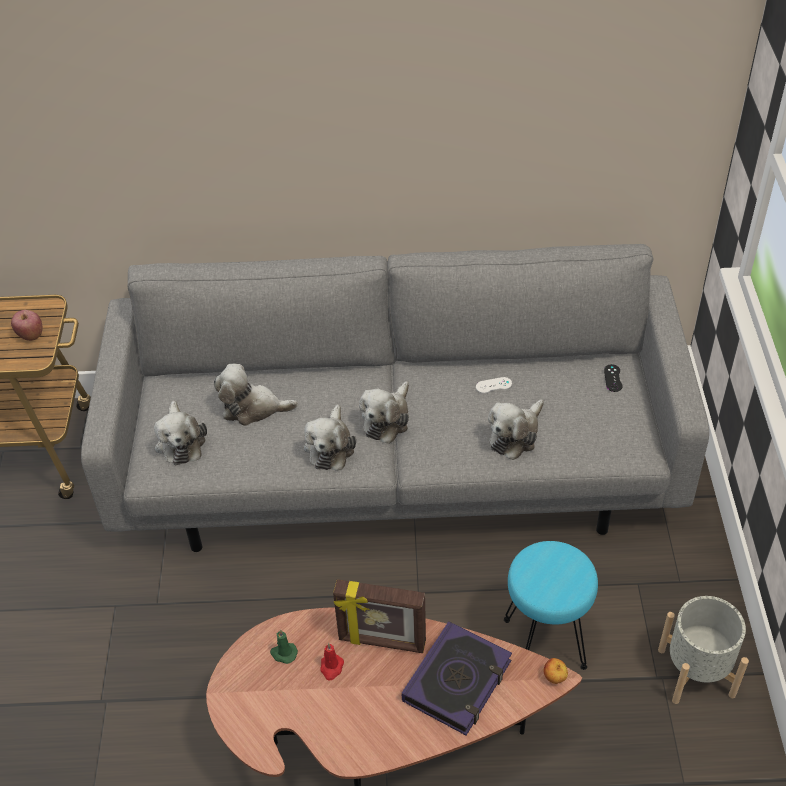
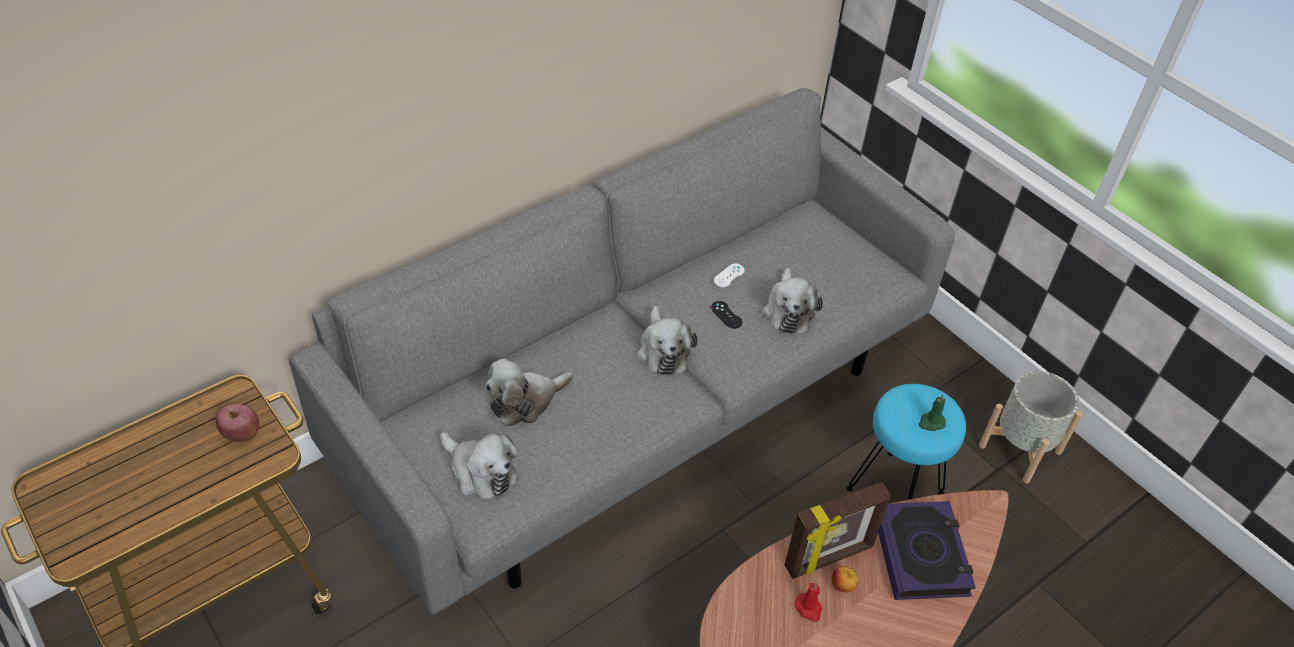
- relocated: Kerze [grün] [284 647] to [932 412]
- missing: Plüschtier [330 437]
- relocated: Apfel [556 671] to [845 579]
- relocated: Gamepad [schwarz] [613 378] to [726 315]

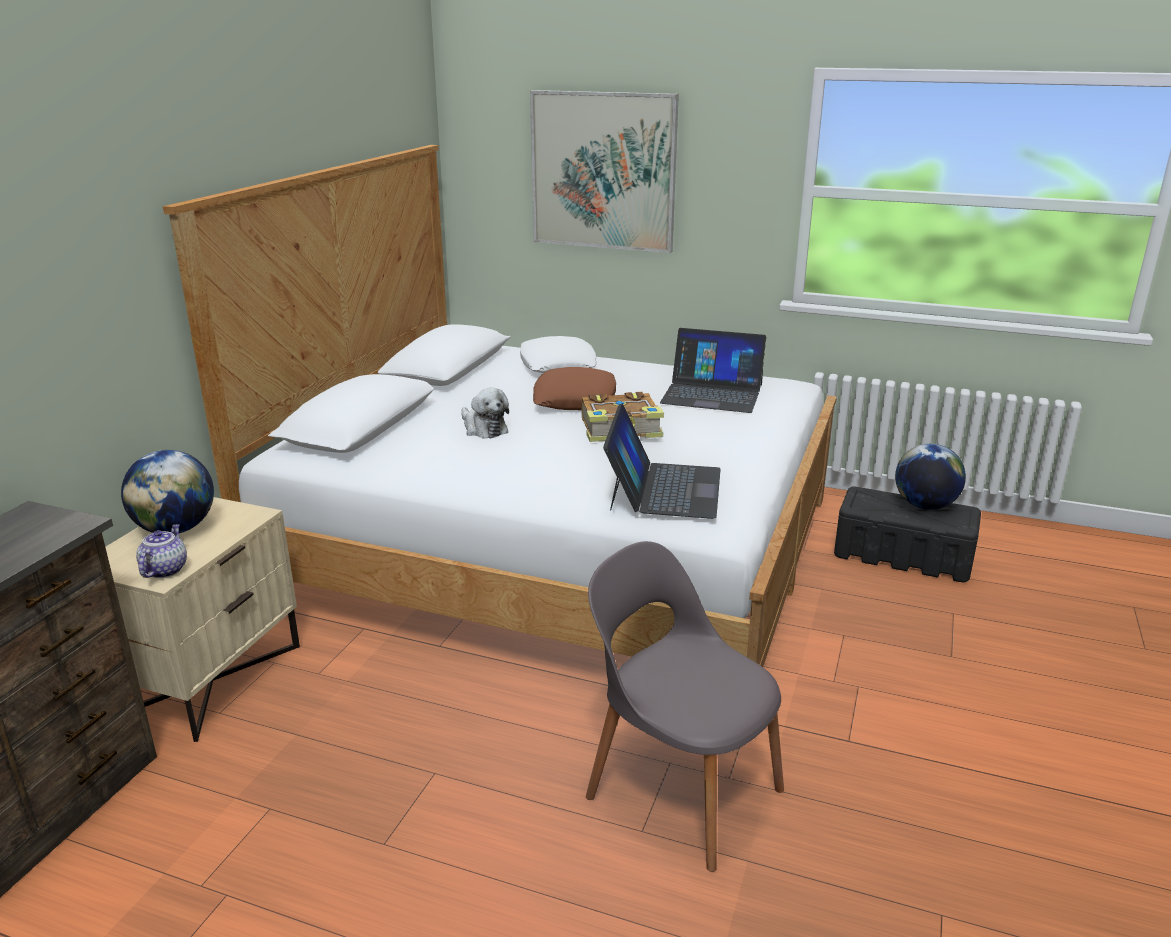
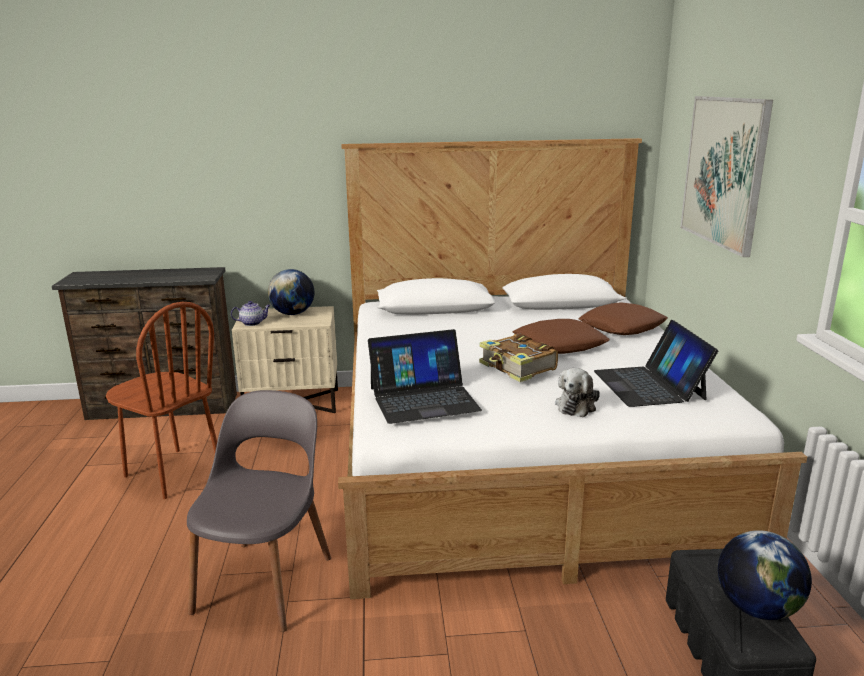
- relocated: Plüschtier [485 413] to [577 392]
- colour: Kissen [weiß] [558 354] to Kissen [braun] [623 318]
- appeared: Stuhl [braun] [161 400]

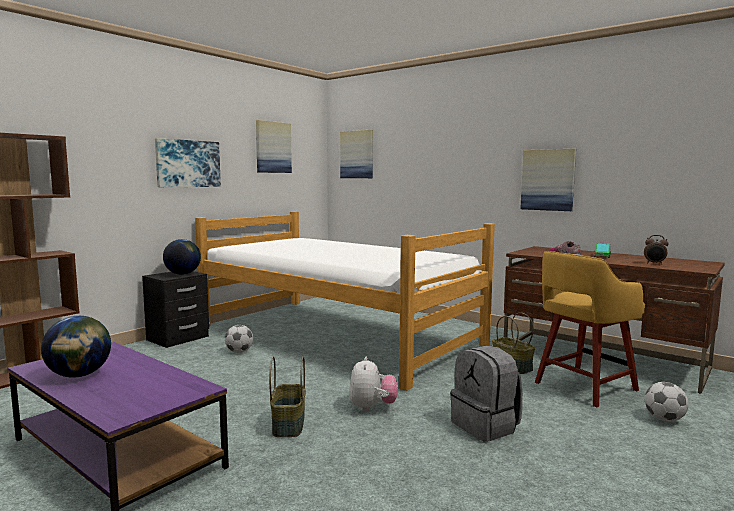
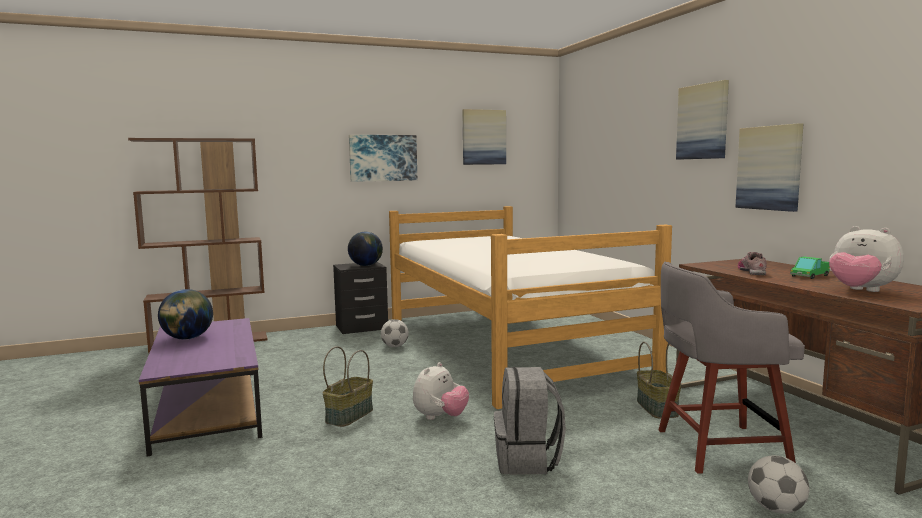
- relocated: Bild [356 154] to [702 120]
- colour: Hocker [gelb] [590 329] to Hocker [grau] [732 368]
- exchanged: Wecker [656 249] to Plüschtier [866 259]

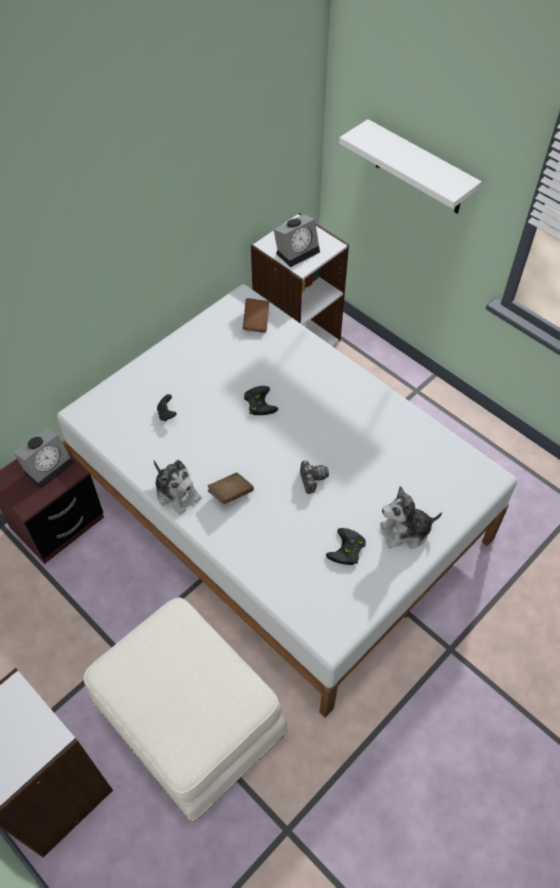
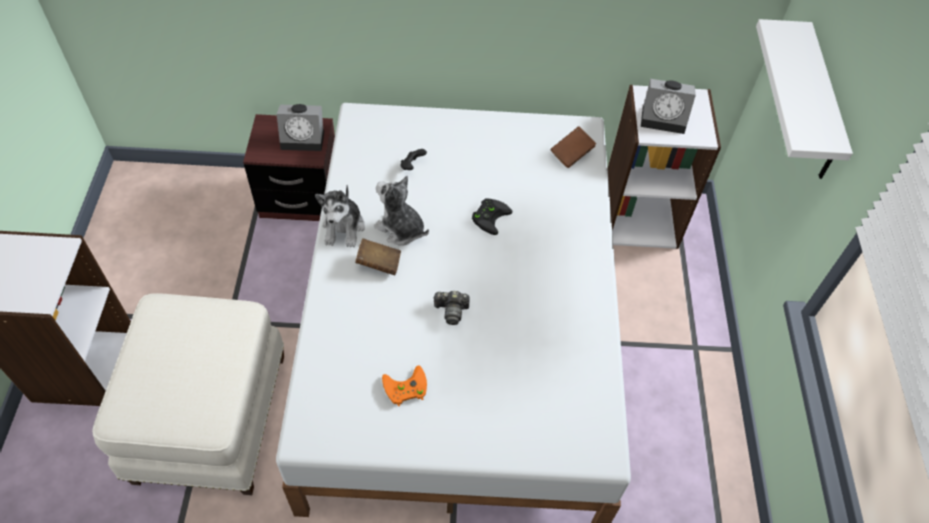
- spun: Kamera [314 477] = [451 308] 60 degrees clockwise
- colour: Gamepad [schwarz] [346 546] to Gamepad [orange] [404 385]
- relocated: Plüschtier [411 517] to [401 210]

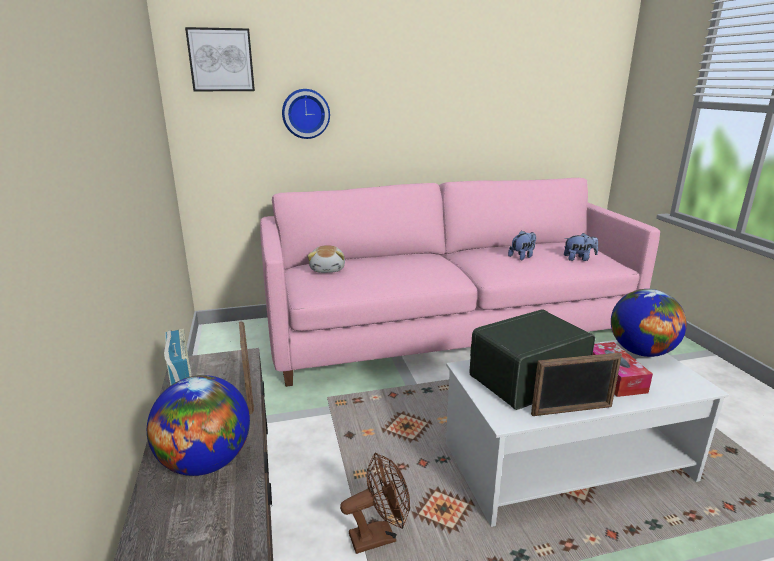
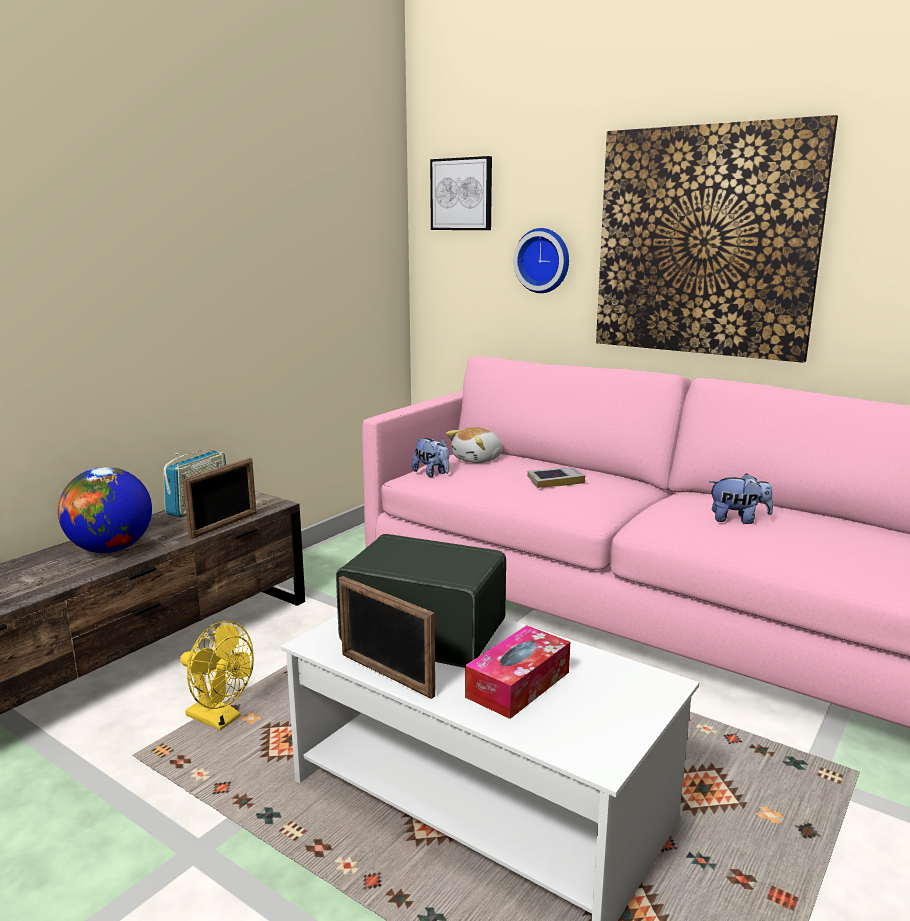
- colour: Ventilator [braun] [375 503] to Ventilator [gelb] [217 675]
- relocated: Plüschtier [581 247] to [430 457]
- missing: Globus [649 323]
- appeared: Buch [556 477]
- appeared: Bild [717 239]

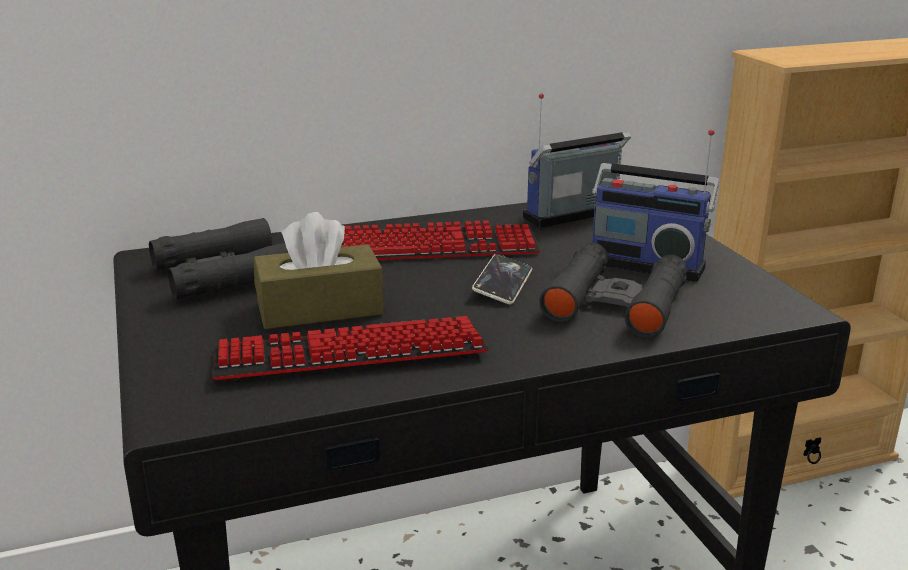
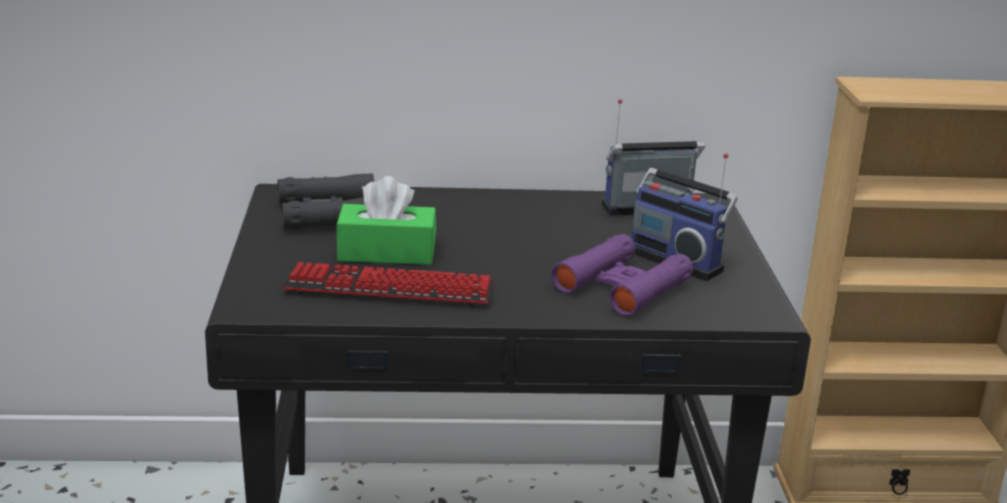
- colour: Taschentuchbox [braun] [319 270] to Taschentuchbox [grün] [386 220]
- missing: Tastatur [440 240]
- missing: Handy [502 279]
- colour: Fernglas [schwarz] [613 290] to Fernglas [lila] [622 275]

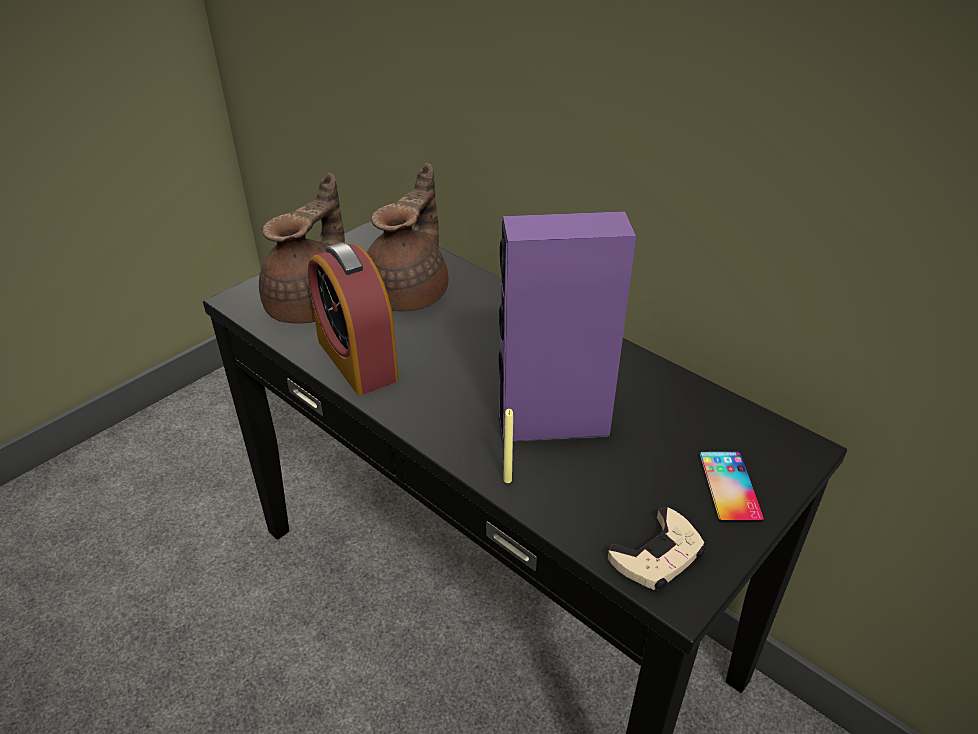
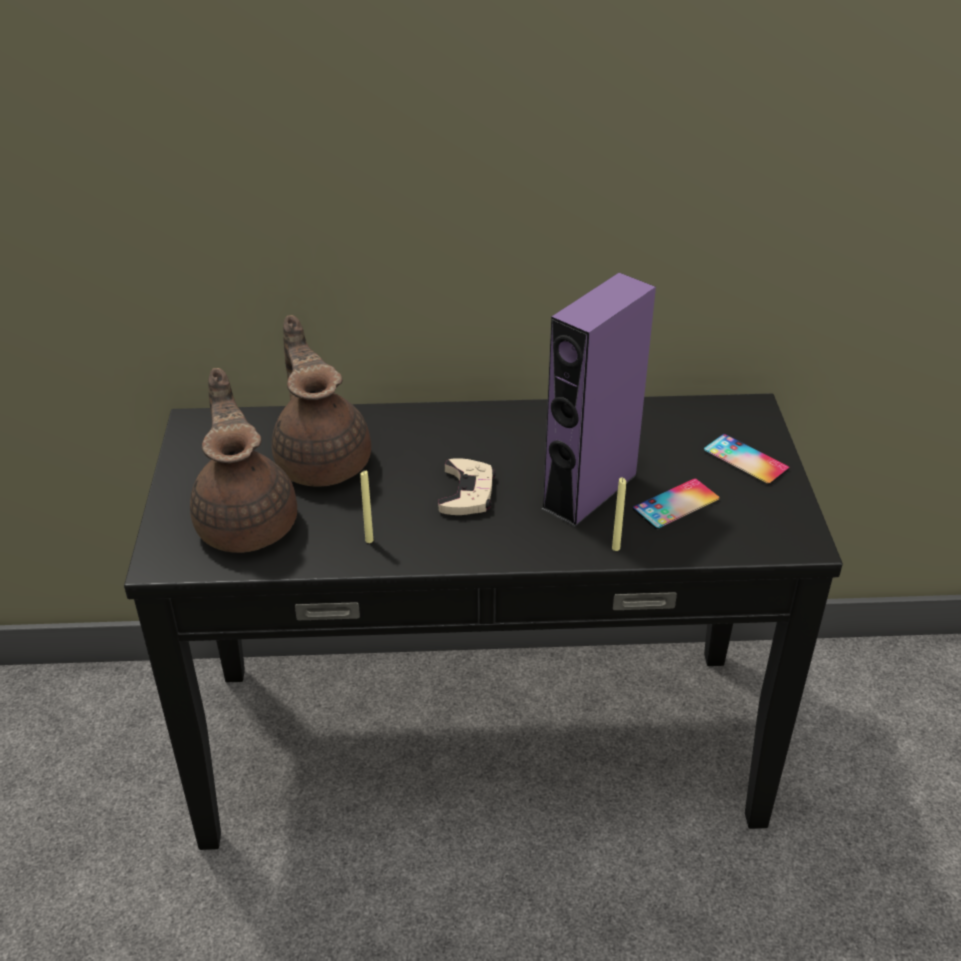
- exchanged: Wecker [353 319] to Kerze [gelb] [367 507]
- relocated: Gamepad [beige] [656 548] to [467 486]
- appeared: Handy [676 503]

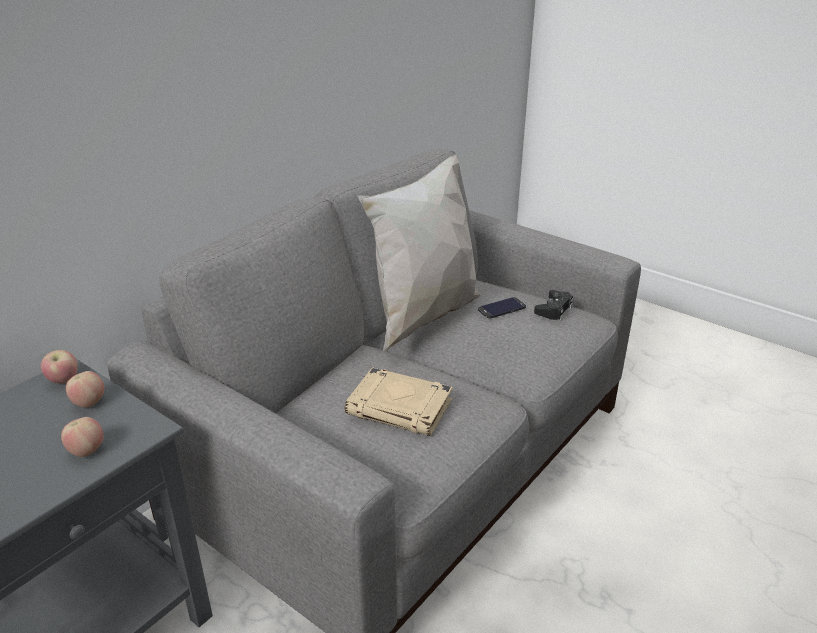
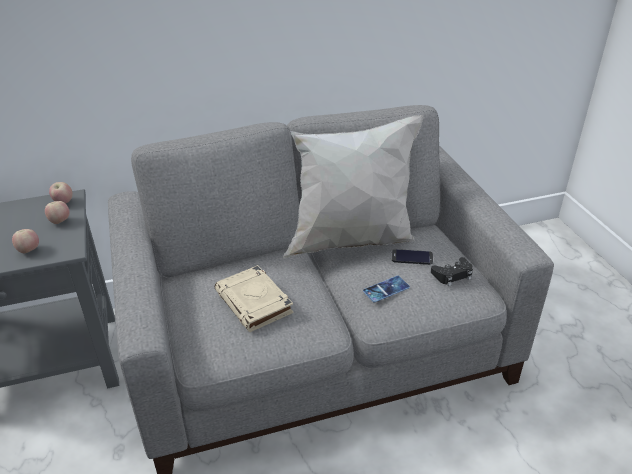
- appeared: Handy [386 289]

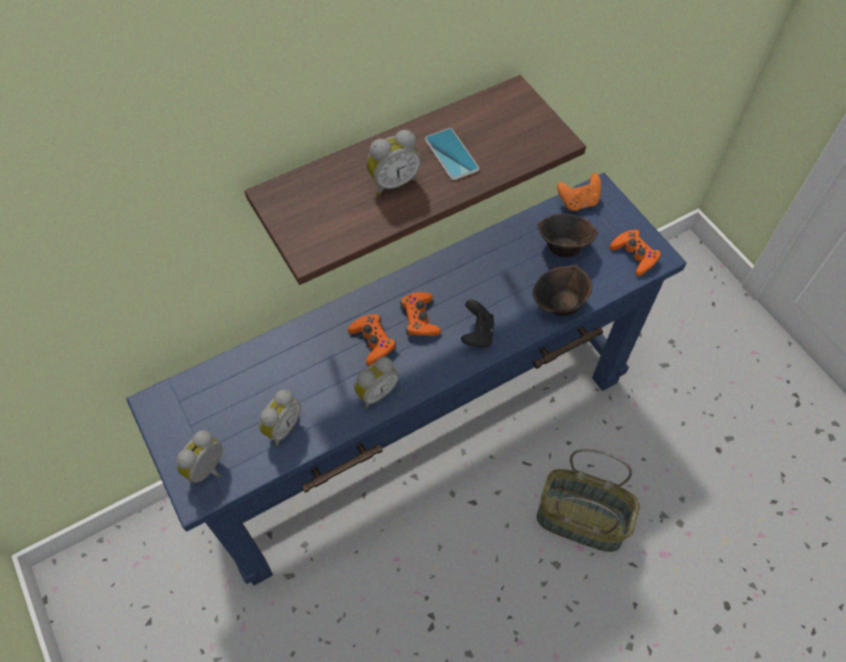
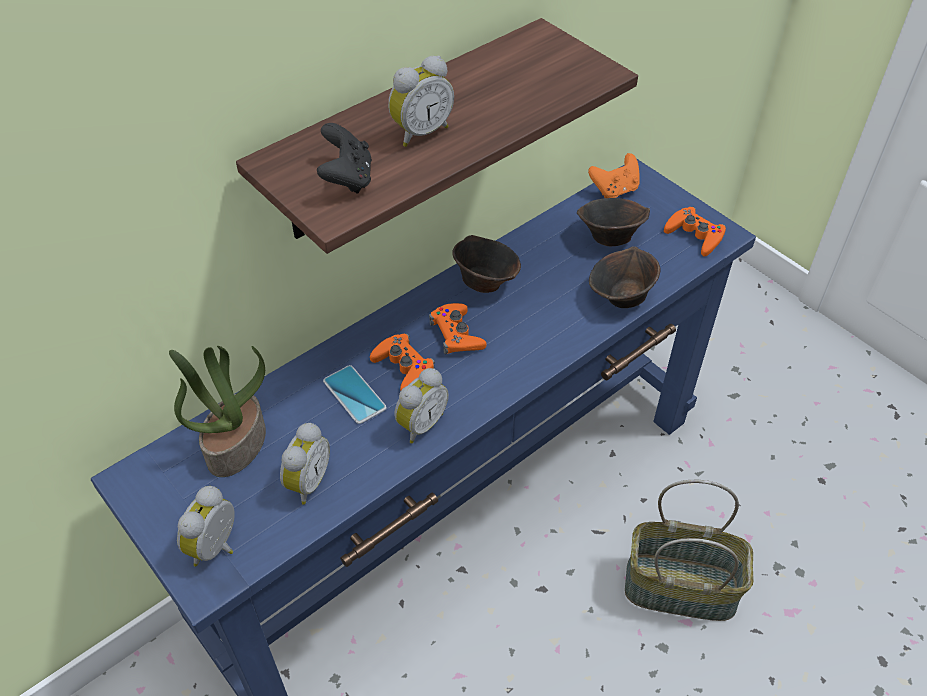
- relocated: Handy [452 154] to [354 394]
- relocated: Gamepad [schwarz] [477 324] to [344 158]
- appeared: Topfpflanze [217 411]
- appeared: Schüssel [braun] [486 264]

